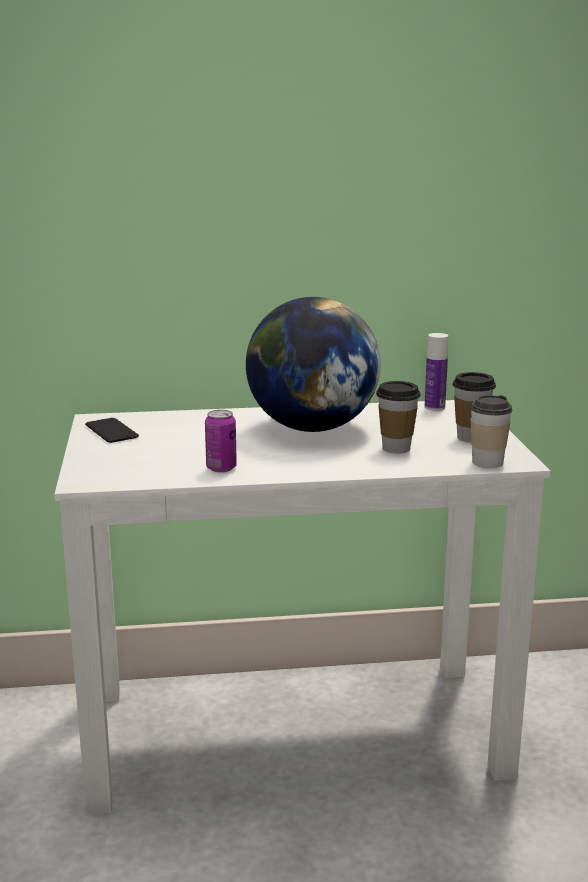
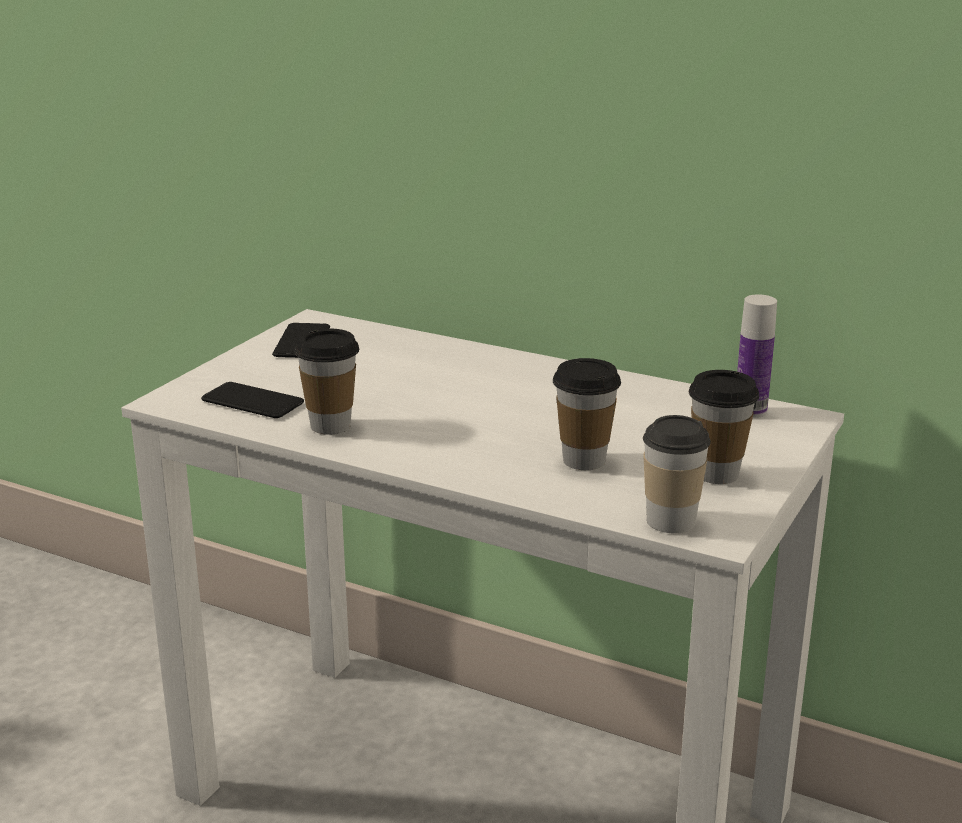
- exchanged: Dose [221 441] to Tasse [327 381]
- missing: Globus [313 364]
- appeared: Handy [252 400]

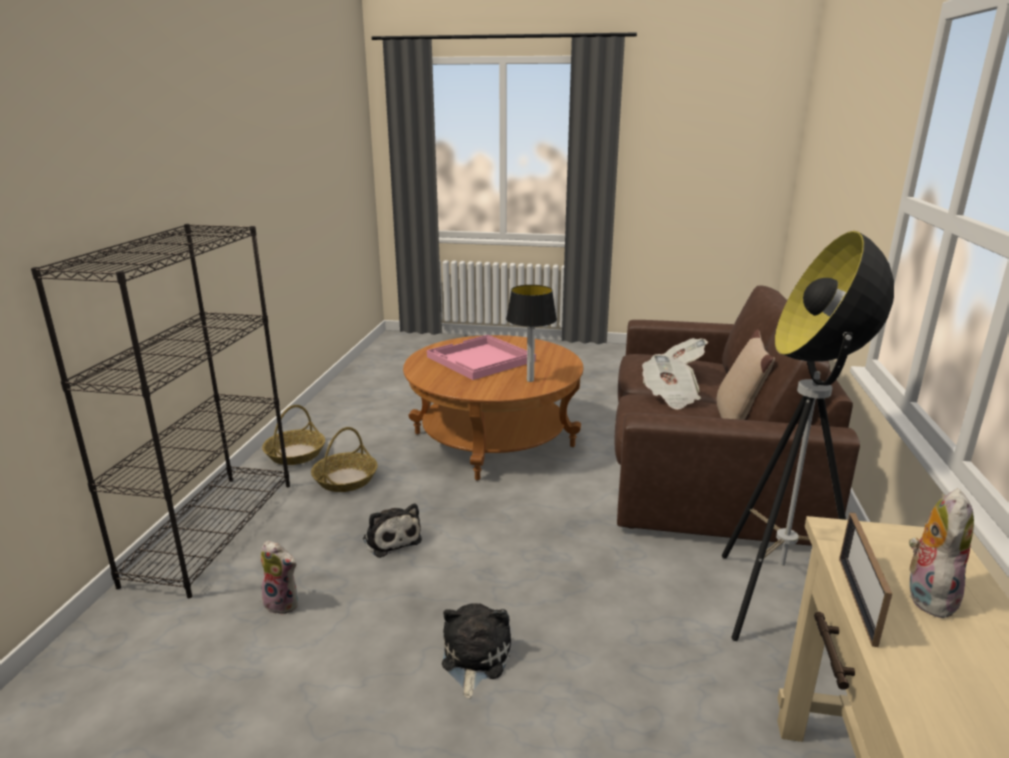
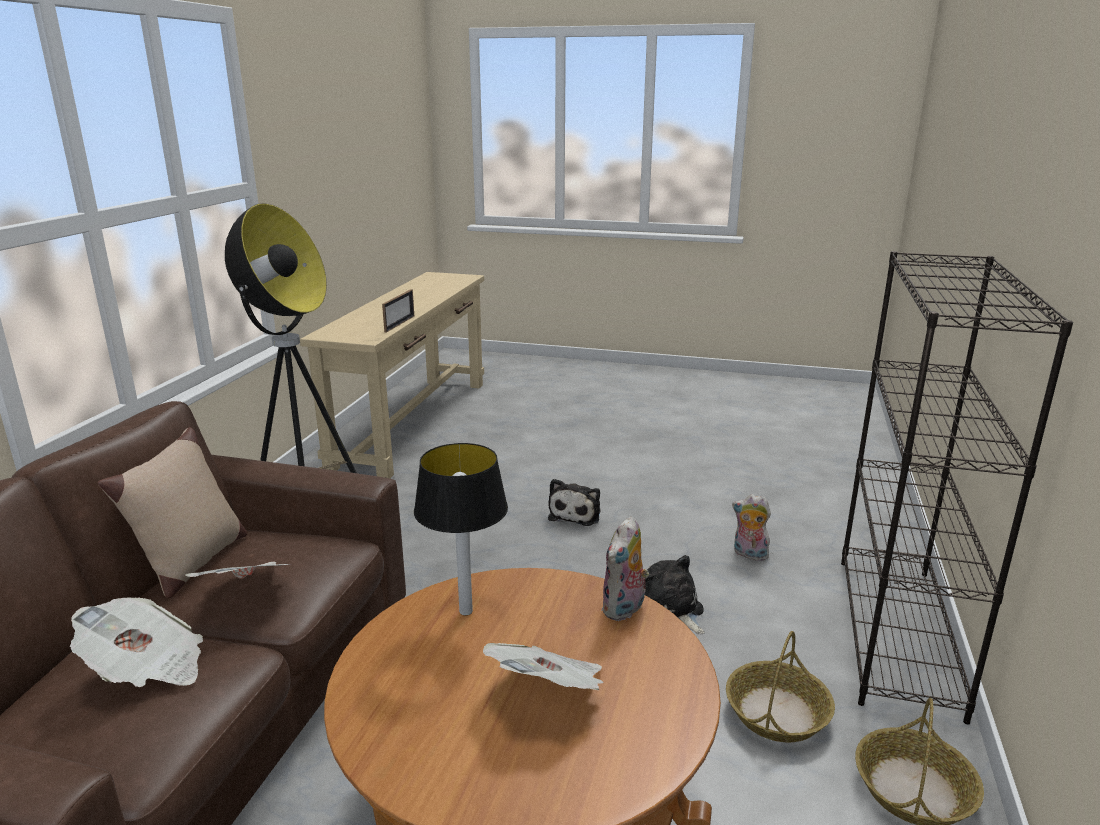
- exchanged: Tablett [rosa] [481 357] to Zeitung [543 666]
- relocated: Plüschtier [939 553] to [625 568]

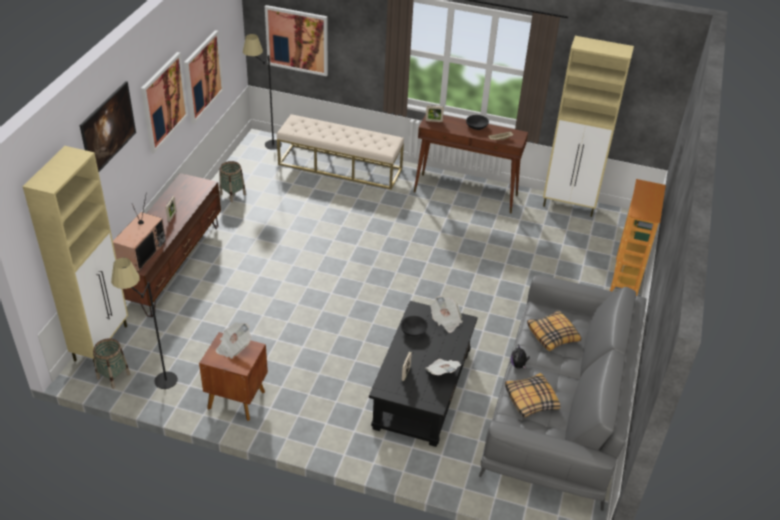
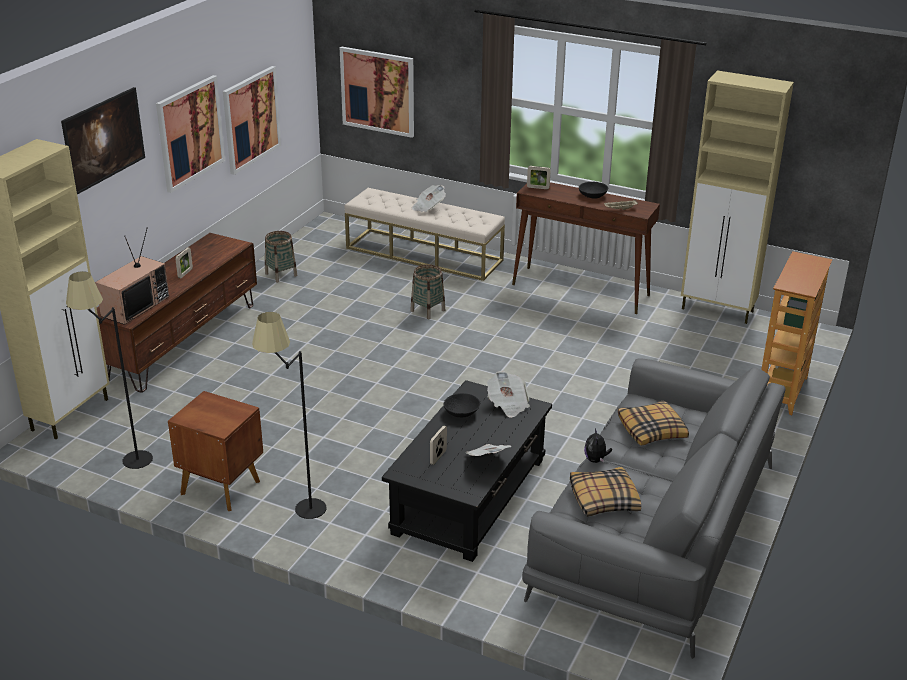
- relocated: Korb [111 363] to [427 292]
- relocated: Zeitung [233 340] to [428 198]
- relocated: Stehlampe [schwarz] [262 92] to [289 415]

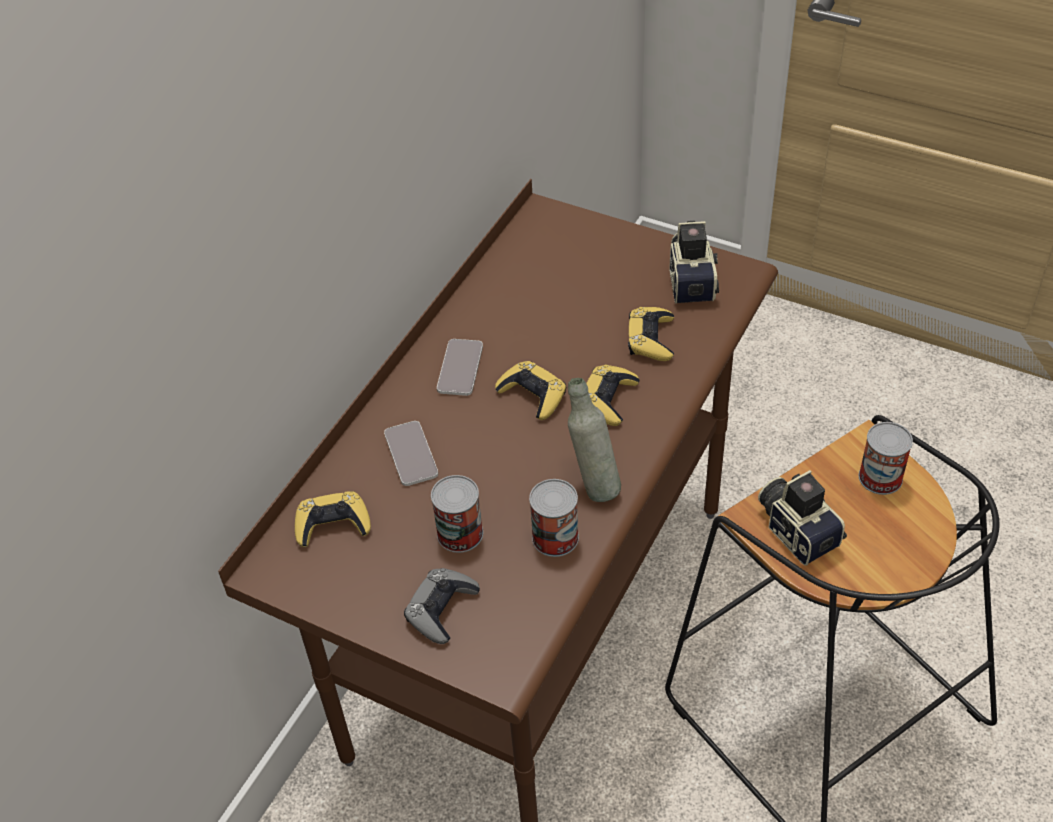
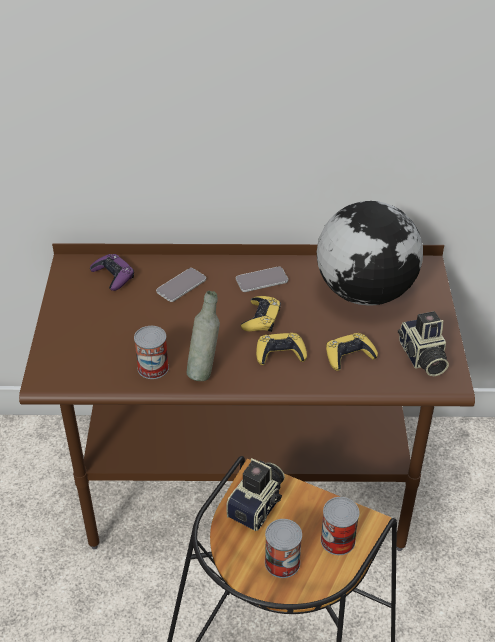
- colour: Gamepad [gelb] [333 519] to Gamepad [lila] [112 272]
- missing: Gamepad [grau] [442 606]
- relocated: Dose [457 514] to [283 548]
- spun: Kamera [694 262] = [423 343] 105 degrees clockwise
- appeared: Globus [370 253]

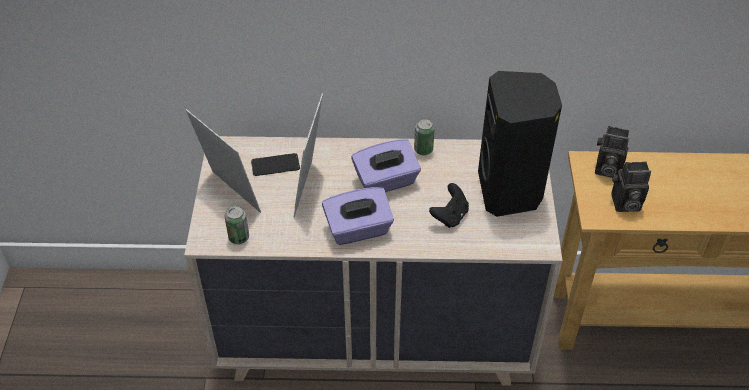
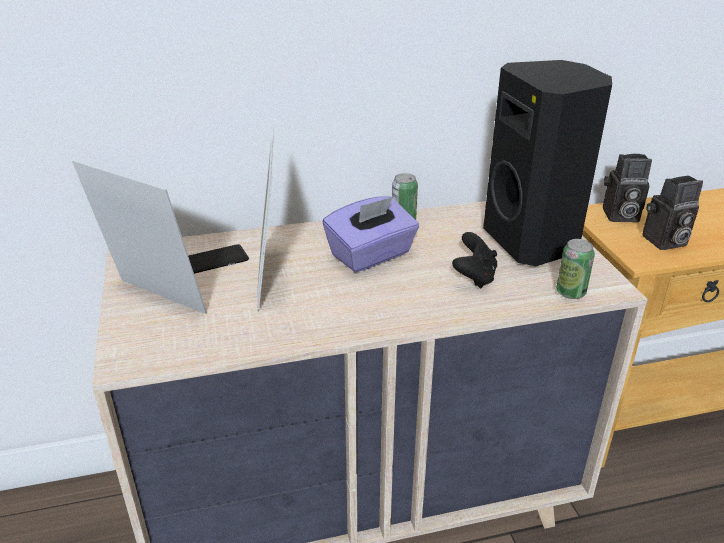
- relocated: Dose [237 224] to [575 269]
- missing: Taschentuchbox [lila] [358 216]

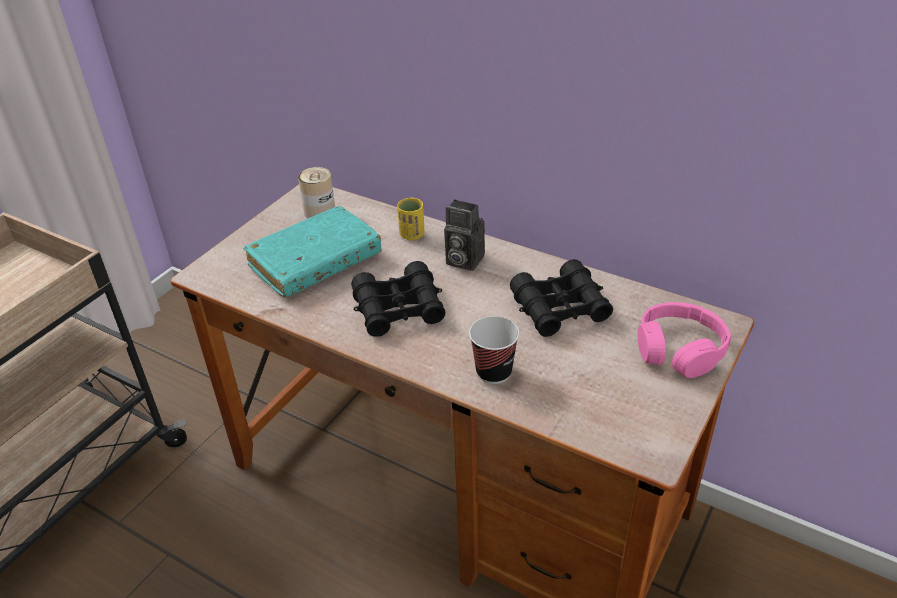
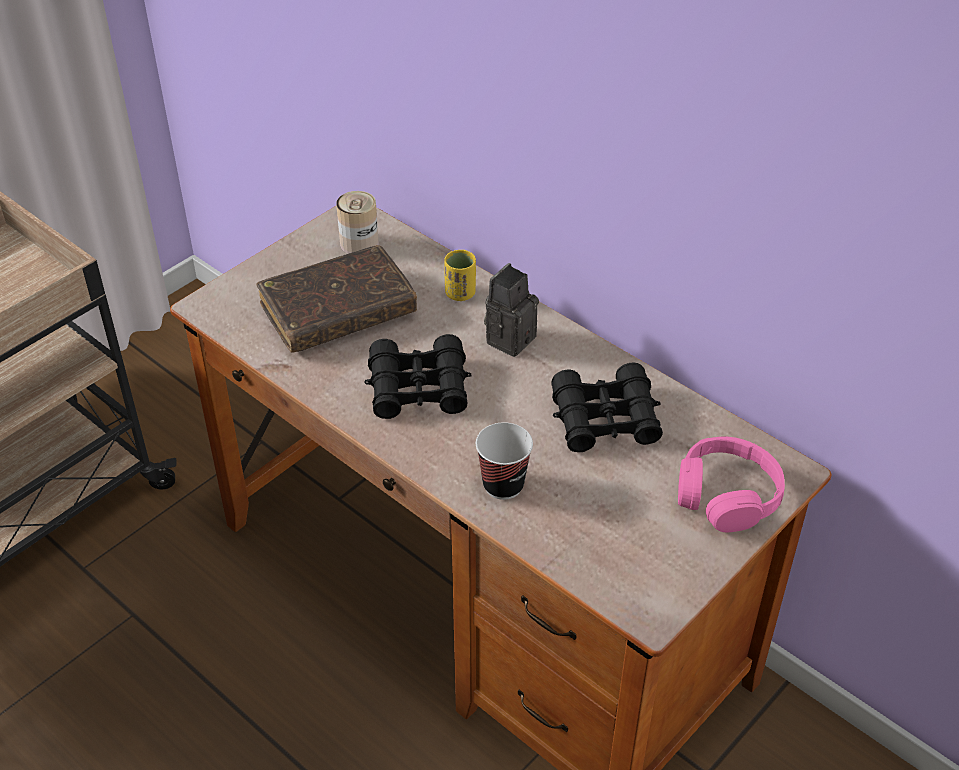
- colour: Buch [türkis] [312 251] to Buch [braun] [336 299]
- spun: Kamera [464 235] = [511 310] 90 degrees clockwise

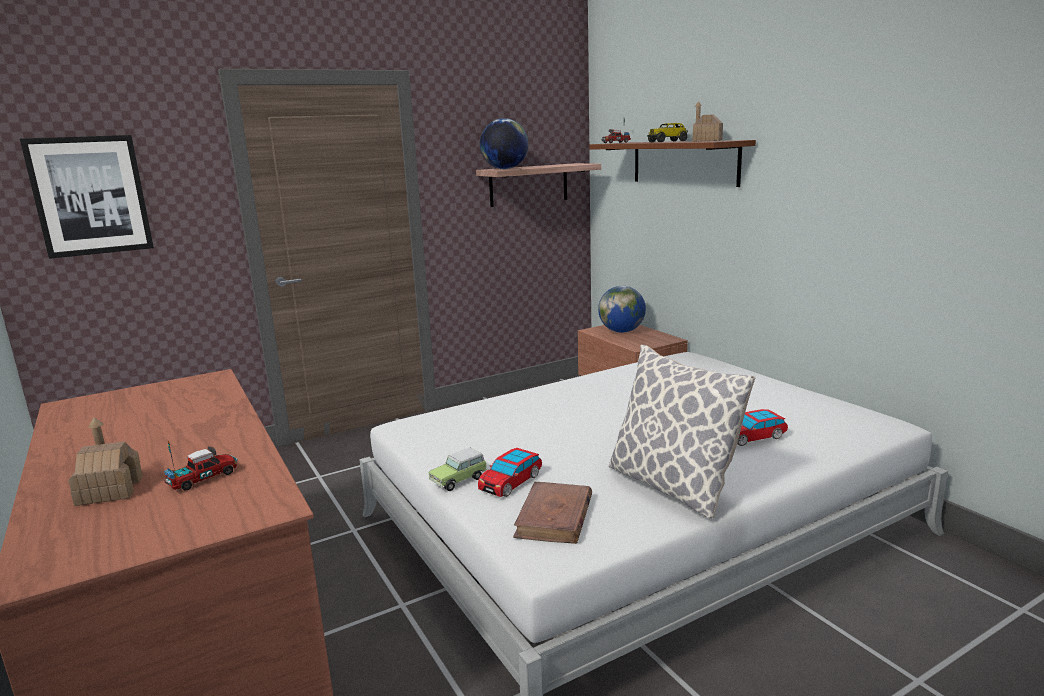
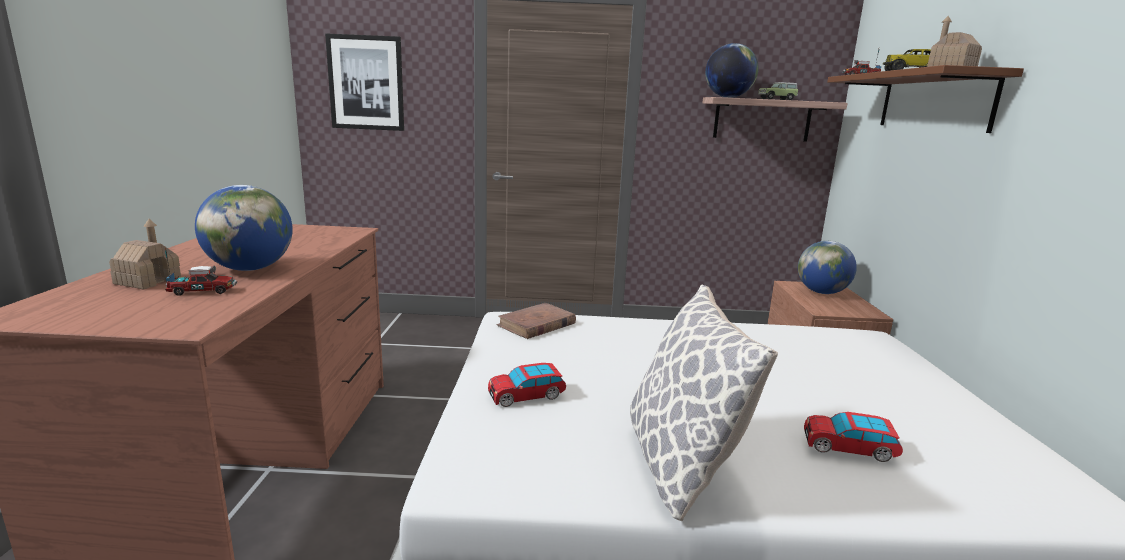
- relocated: Spielzeugauto [458 469] to [778 91]
- relocated: Buch [braun] [552 513] to [536 321]
- appeared: Globus [244 228]

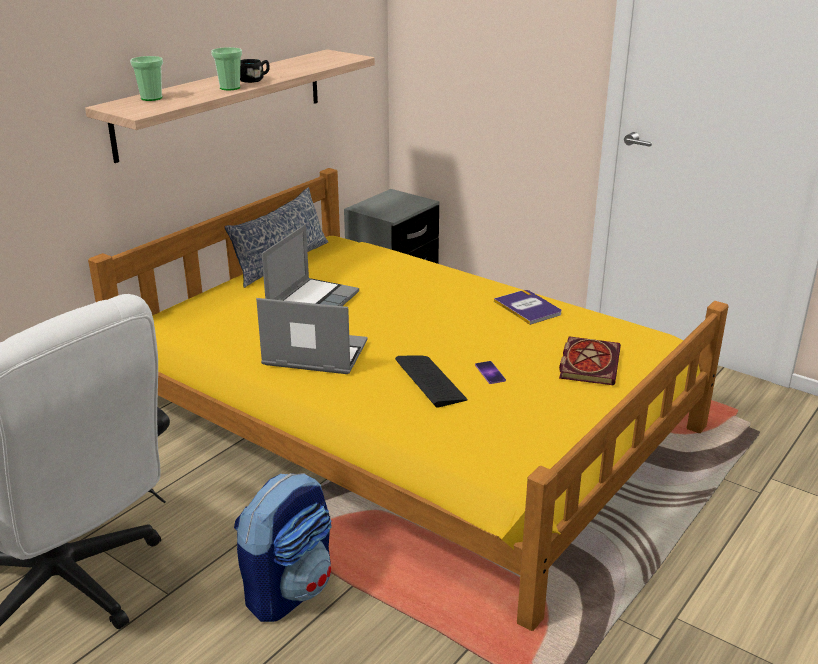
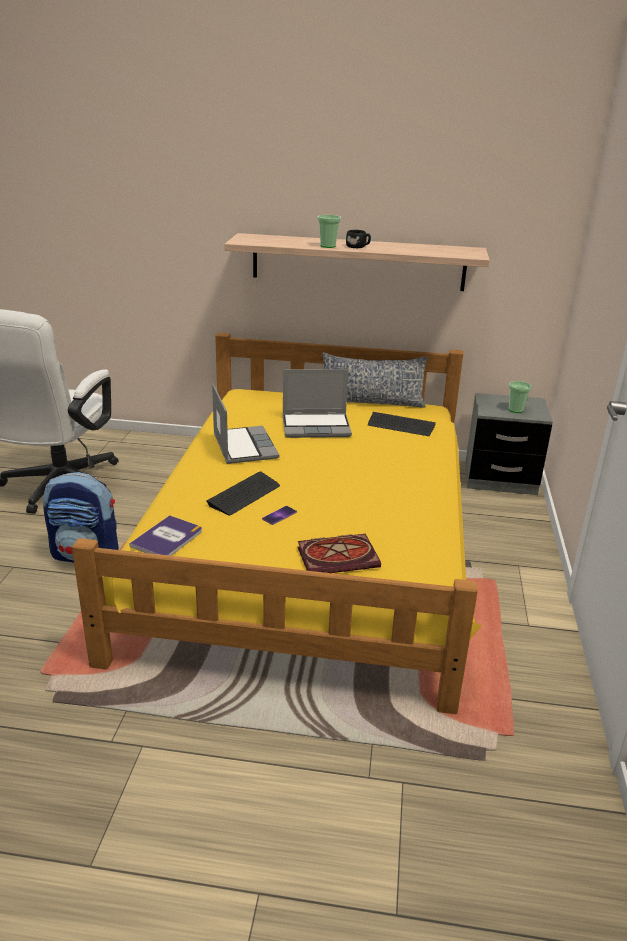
- relocated: Tasse [146 78] to [520 397]
- relocated: Buch [527 307] to [165 535]
- appeared: Tastatur [402 424]

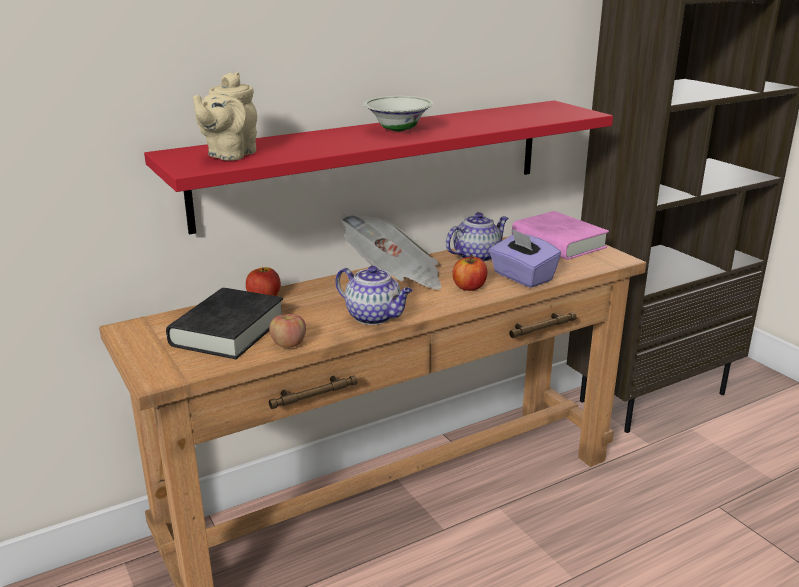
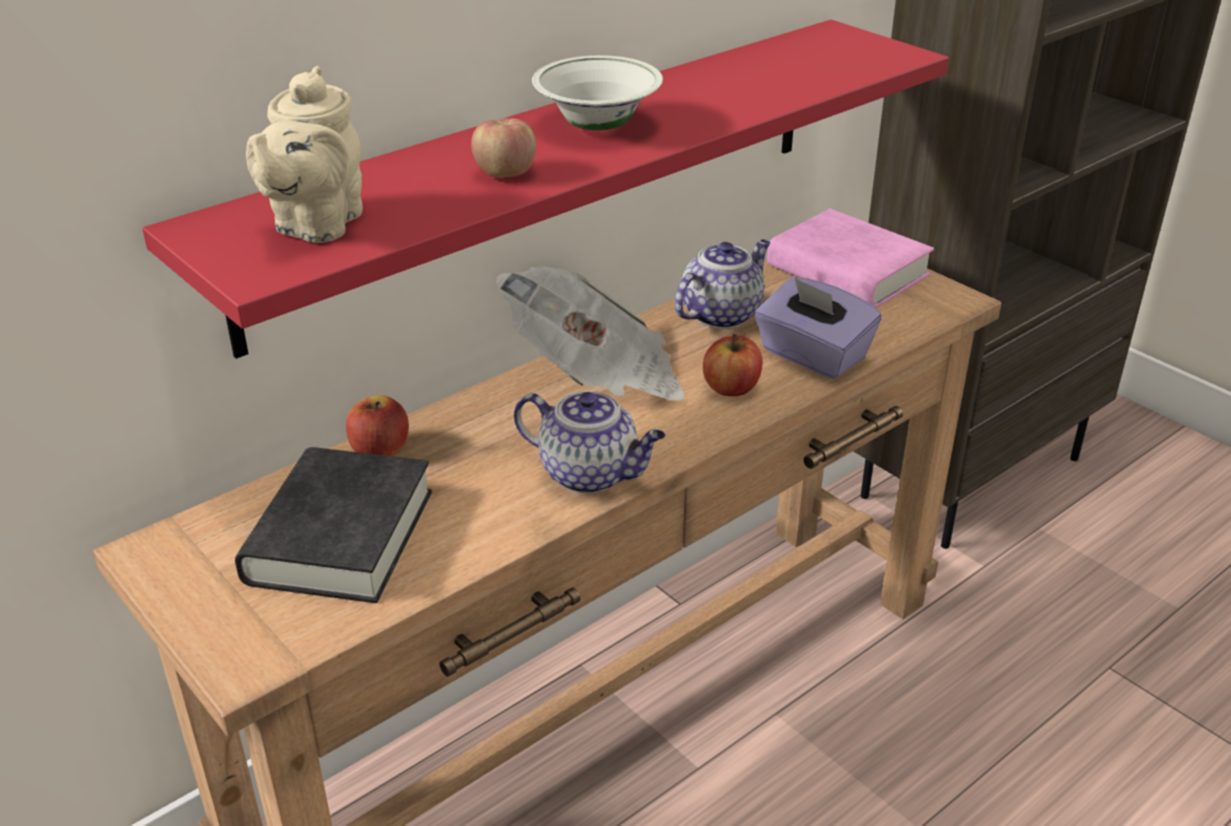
- relocated: Apfel [287 330] to [503 148]

